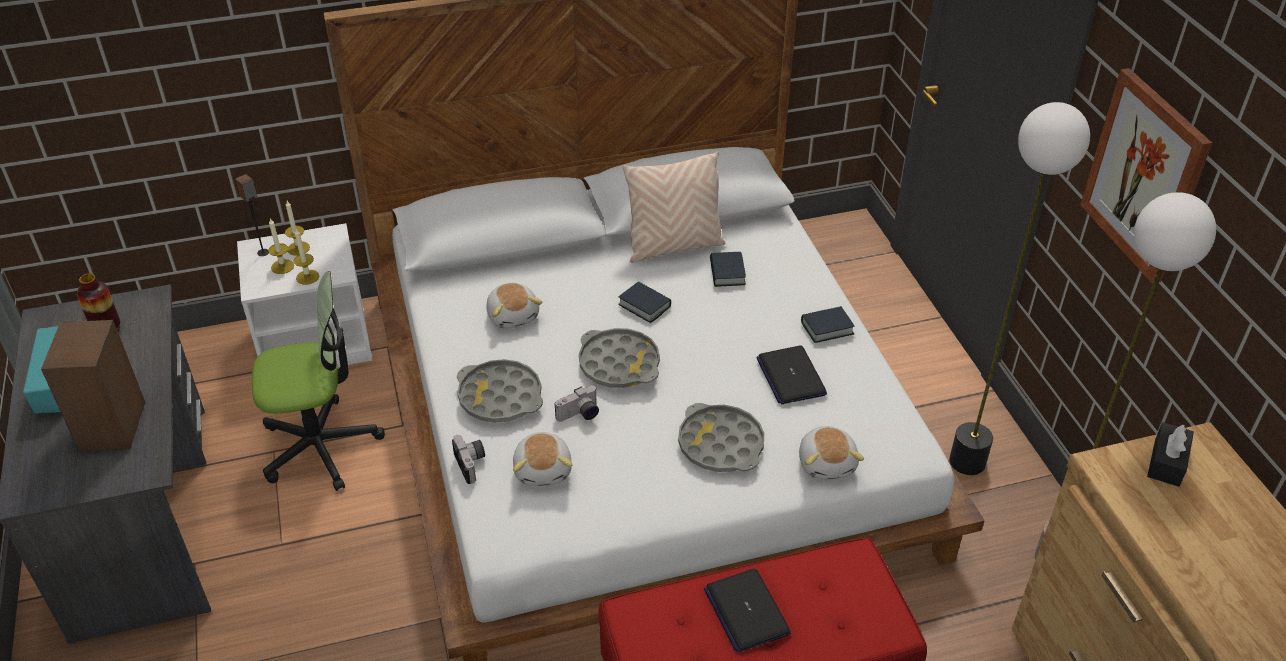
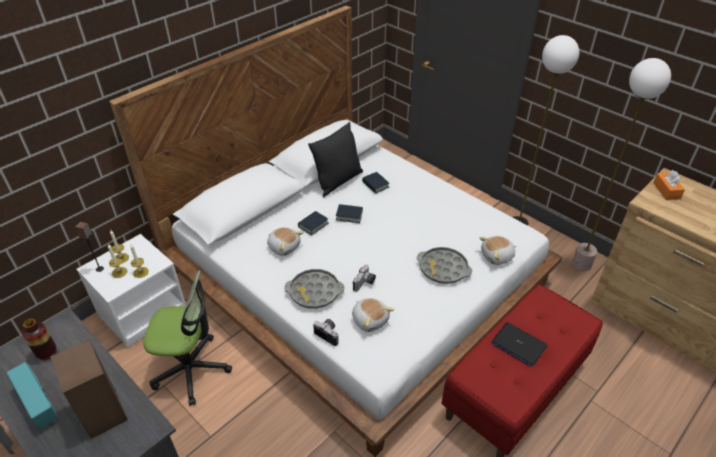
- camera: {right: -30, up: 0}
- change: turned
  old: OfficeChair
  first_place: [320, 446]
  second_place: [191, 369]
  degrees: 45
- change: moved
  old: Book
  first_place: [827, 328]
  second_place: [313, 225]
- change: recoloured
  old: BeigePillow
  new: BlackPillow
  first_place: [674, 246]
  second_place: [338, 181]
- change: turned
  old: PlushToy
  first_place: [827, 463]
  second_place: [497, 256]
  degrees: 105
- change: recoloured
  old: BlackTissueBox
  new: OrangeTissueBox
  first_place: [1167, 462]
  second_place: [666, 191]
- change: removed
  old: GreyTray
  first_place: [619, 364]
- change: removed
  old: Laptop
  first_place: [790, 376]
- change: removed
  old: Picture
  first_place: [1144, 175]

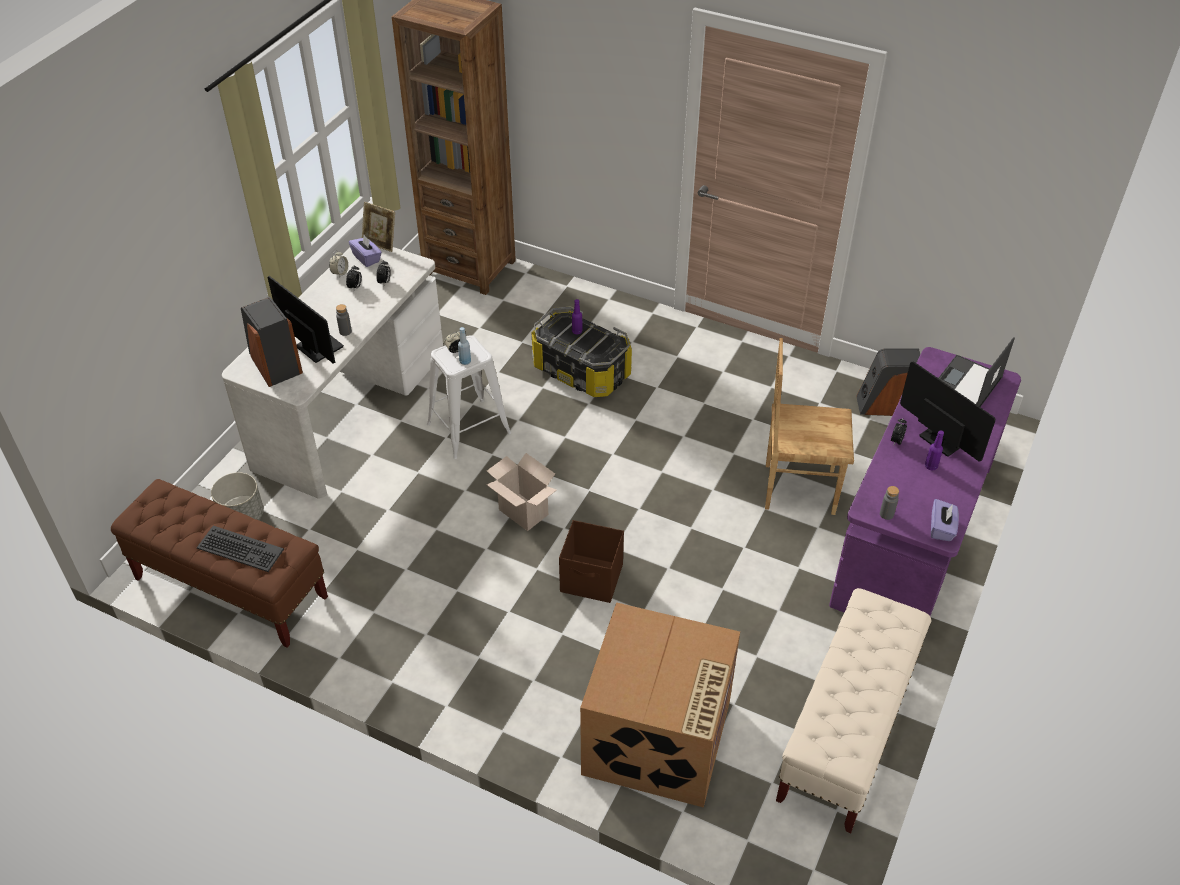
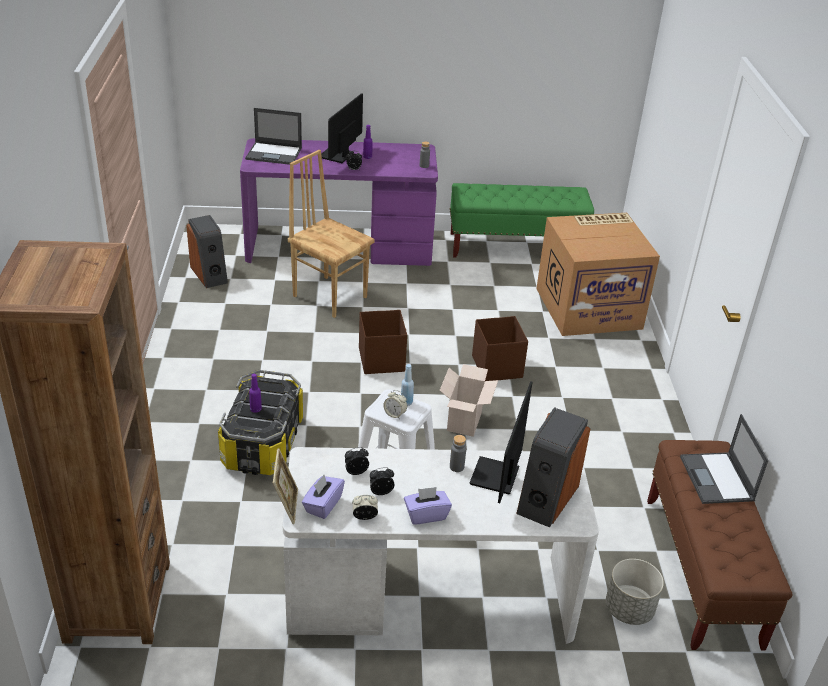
- camera: {right: -120, up: -10}
- change: turned
  old: BrownChair
  first_place: [798, 488]
  second_place: [330, 296]
  degrees: 150
- change: added
  new: BrownStorageBox
  second_place: [381, 359]
- change: moved
  old: PurpleTissueBox
  first_place: [941, 528]
  second_place: [426, 515]
- change: recoloured
  old: BeigeBench
  new: GreenBench
  first_place: [846, 732]
  second_place: [516, 247]
- change: replaced
  old: Keyboard
  new: Laptop
  first_place: [240, 550]
  second_place: [717, 479]

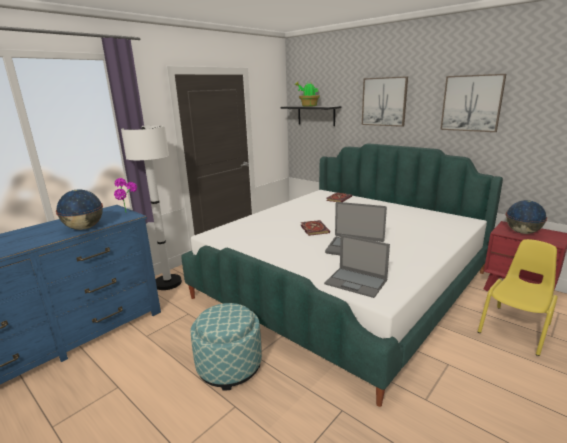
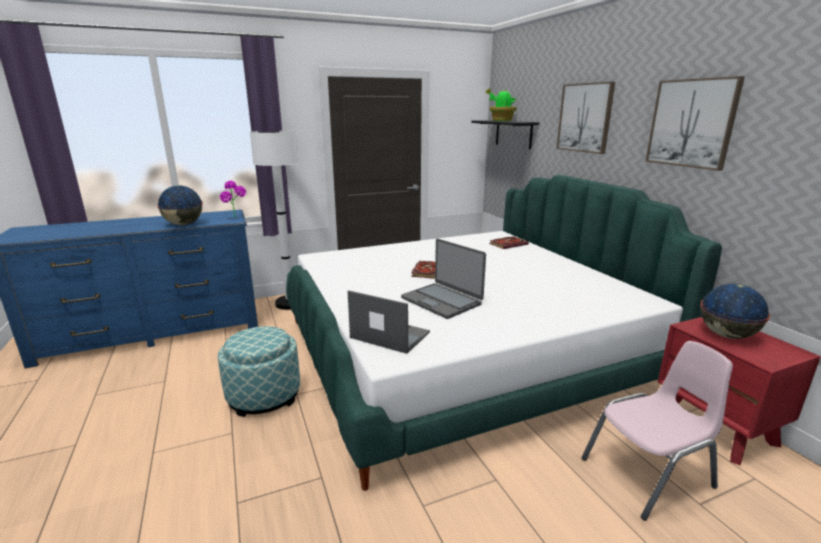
- camera: {right: 25, up: 0}
- change: turned
  old: Laptop
  first_place: [356, 282]
  second_place: [389, 335]
  degrees: 150
- change: recoloured
  old: YellowChair
  new: PinkChair
  first_place: [515, 329]
  second_place: [648, 474]

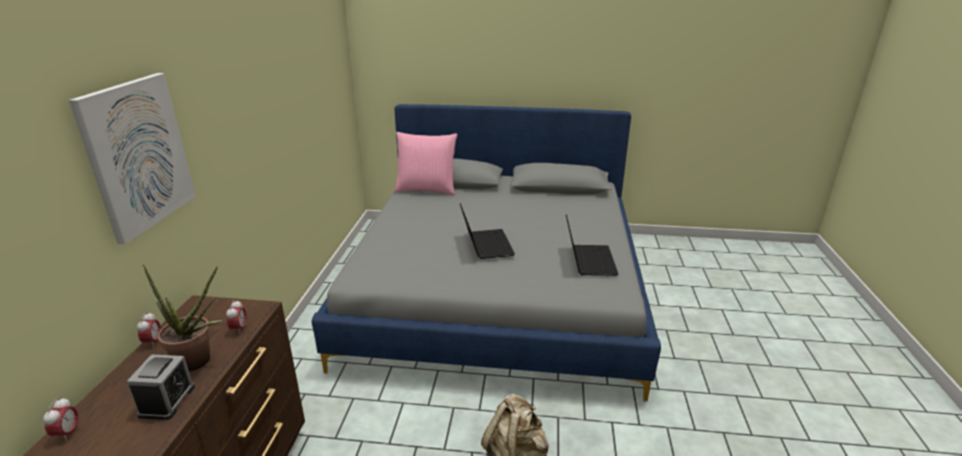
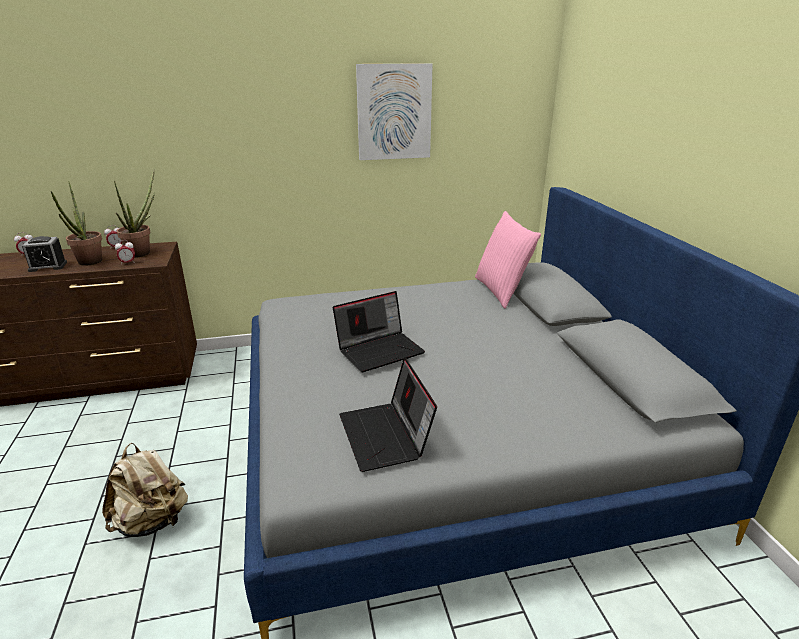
- camera: {right: 70, up: 0}
- change: added
  new: PottedPlant
  second_place: [143, 252]
- change: turned
  old: Laptop
  first_place: [588, 260]
  second_place: [386, 436]
  degrees: 90
- change: moved
  old: Picture
  first_place: [137, 155]
  second_place: [394, 112]

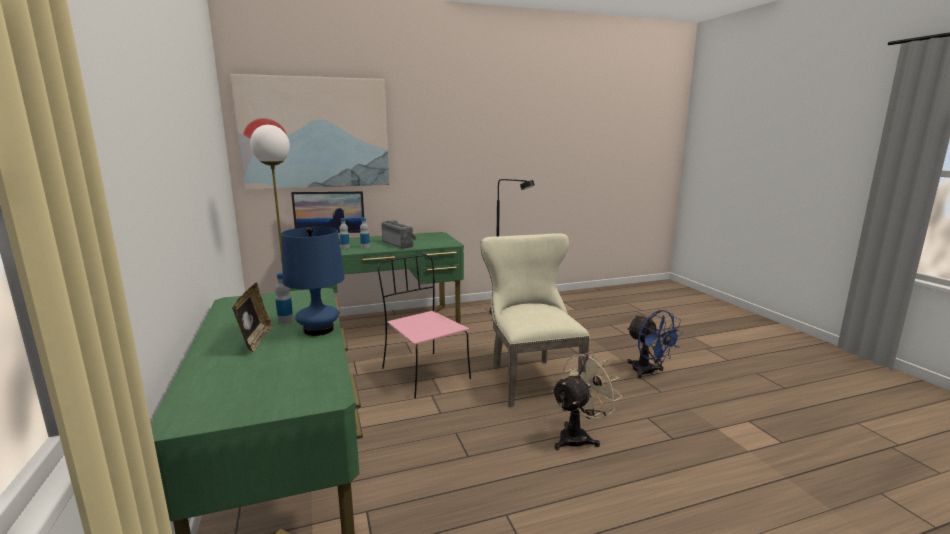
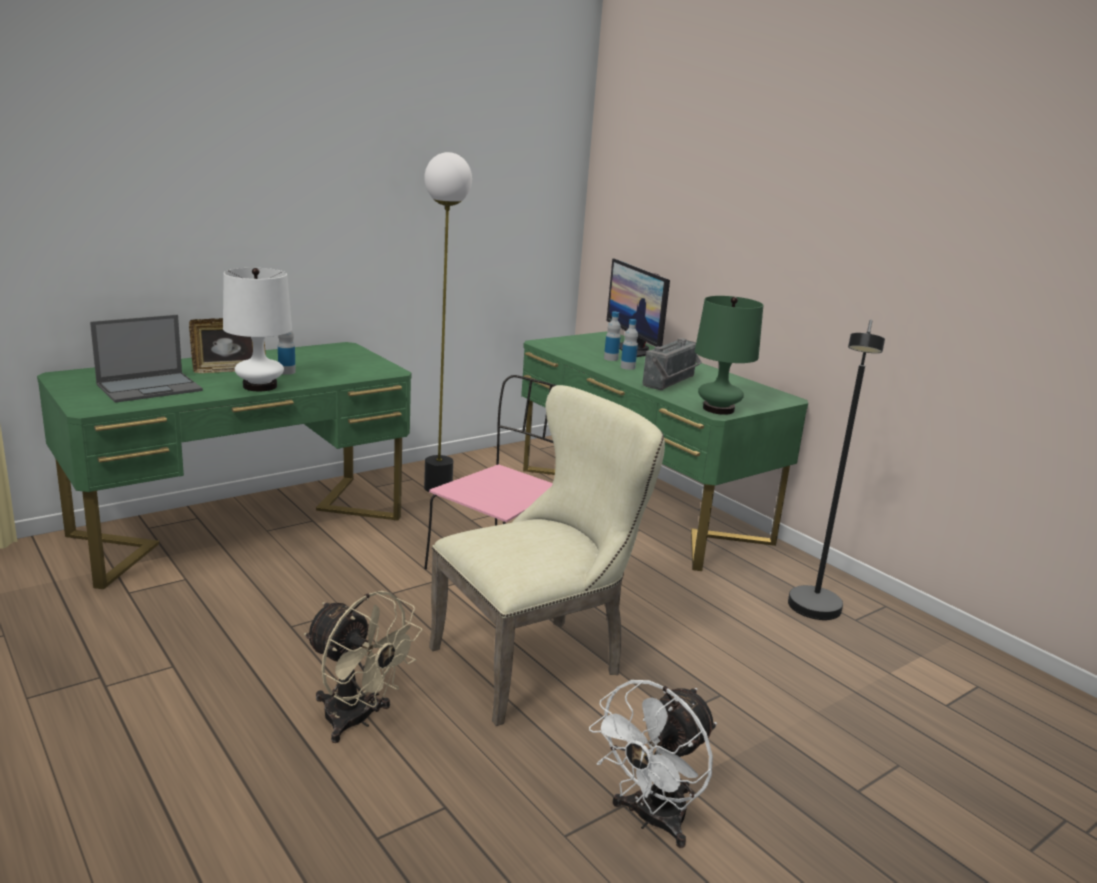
- camera: {right: 70, up: 5}
- change: added
  new: Laptop
  second_place: [151, 387]
- change: recoloured
  old: BlueTableLamp
  new: WhiteTableLamp
  first_place: [318, 330]
  second_place: [260, 386]
- change: recoloured
  old: BlueFan
  new: WhiteFan
  first_place: [648, 372]
  second_place: [651, 820]
- change: added
  new: GreenTableLamp
  second_place: [718, 409]
- change: removed
  old: Picture
  first_place: [315, 133]

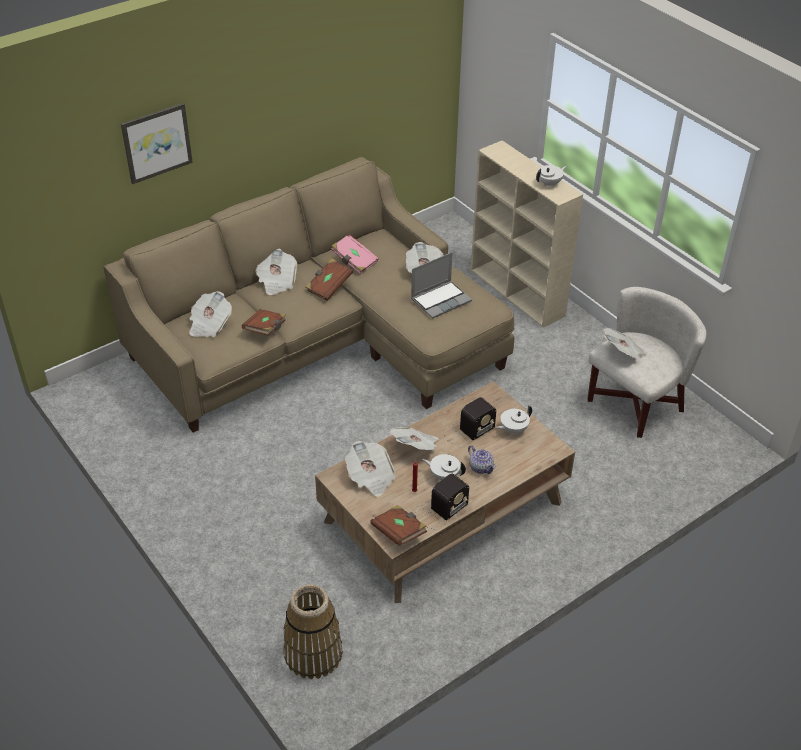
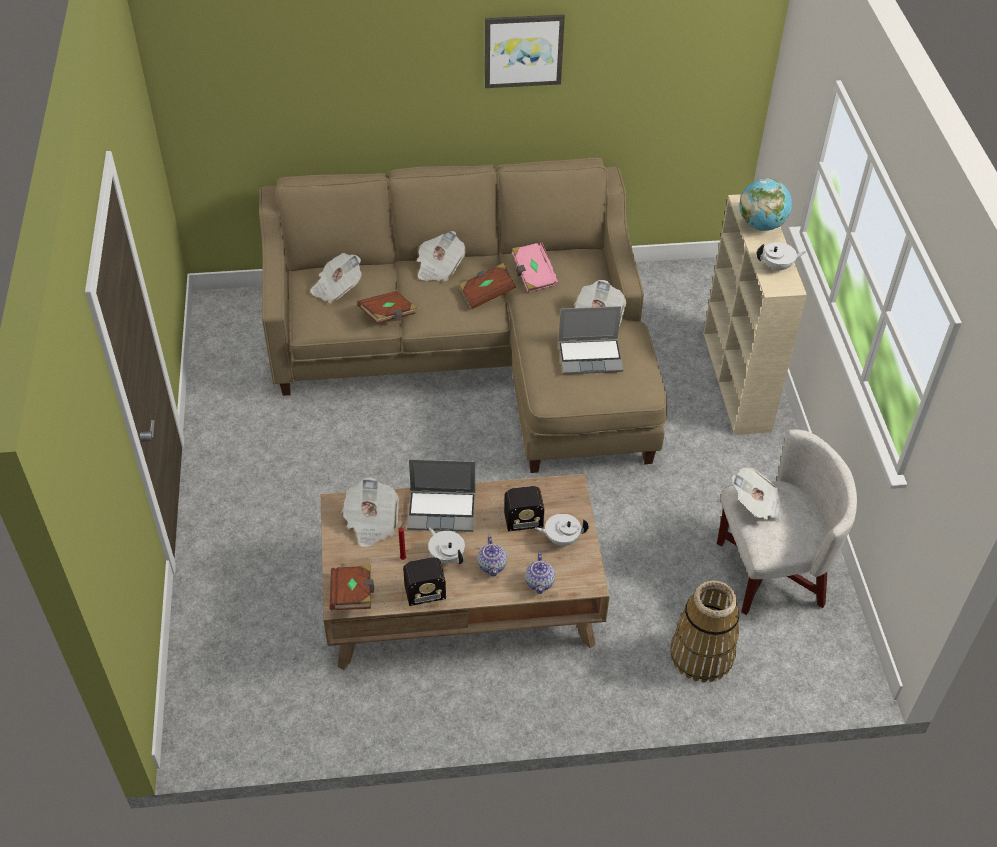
- camera: {right: 30, up: 5}
- change: replaced
  old: Newspaper
  new: Laptop
  first_place: [415, 447]
  second_place: [442, 511]
- change: moved
  old: Picture
  first_place: [156, 142]
  second_place: [523, 50]
- change: added
  new: Teapot
  second_place: [539, 582]
- change: moved
  old: Basket
  first_place: [313, 654]
  second_place: [701, 654]
- change: added
  new: Globe
  second_place: [761, 225]

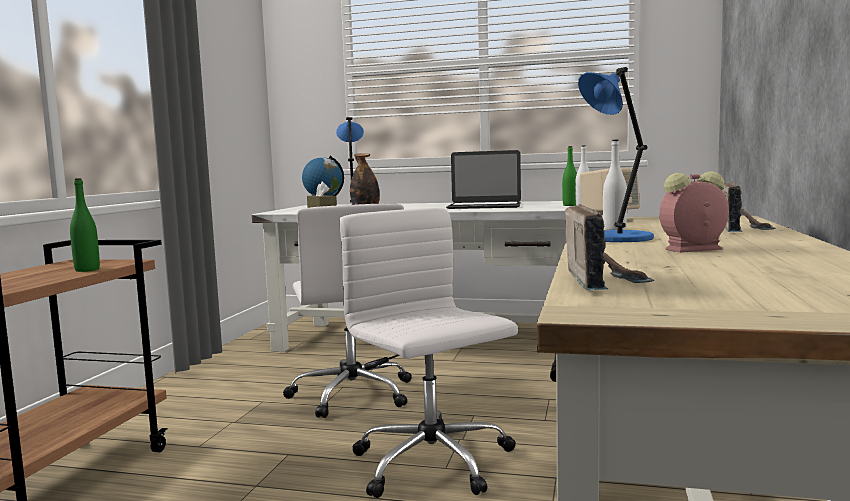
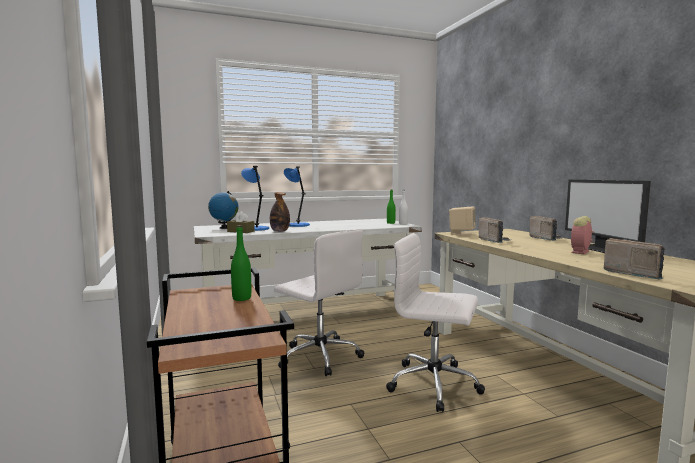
- camera: {right: -35, up: 0}
- change: moved
  old: BlueTableLamp
  first_place: [617, 238]
  second_place: [297, 225]
- change: replaced
  old: WhiteBottle
  new: Radio
  first_place: [614, 229]
  second_place: [494, 240]
- change: added
  new: Monitor
  second_place: [600, 249]
- change: removed
  old: Laptop
  first_place: [484, 206]

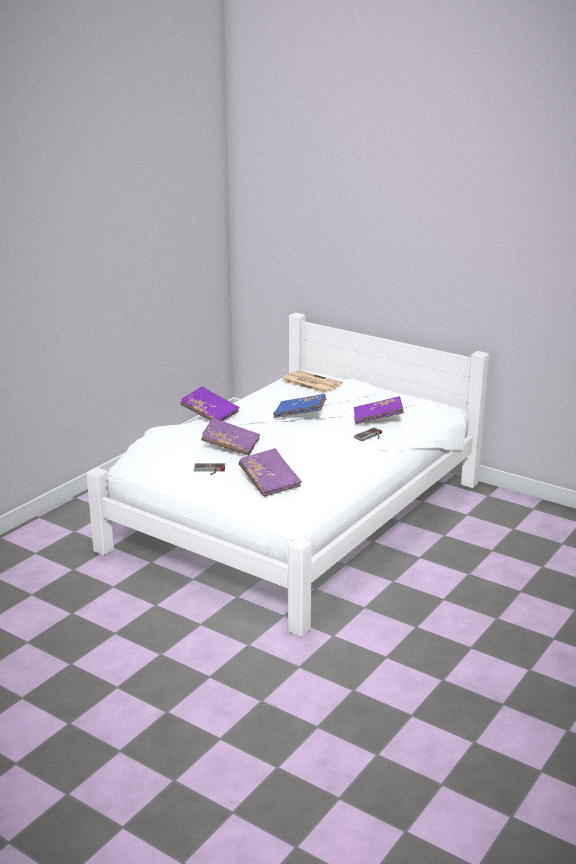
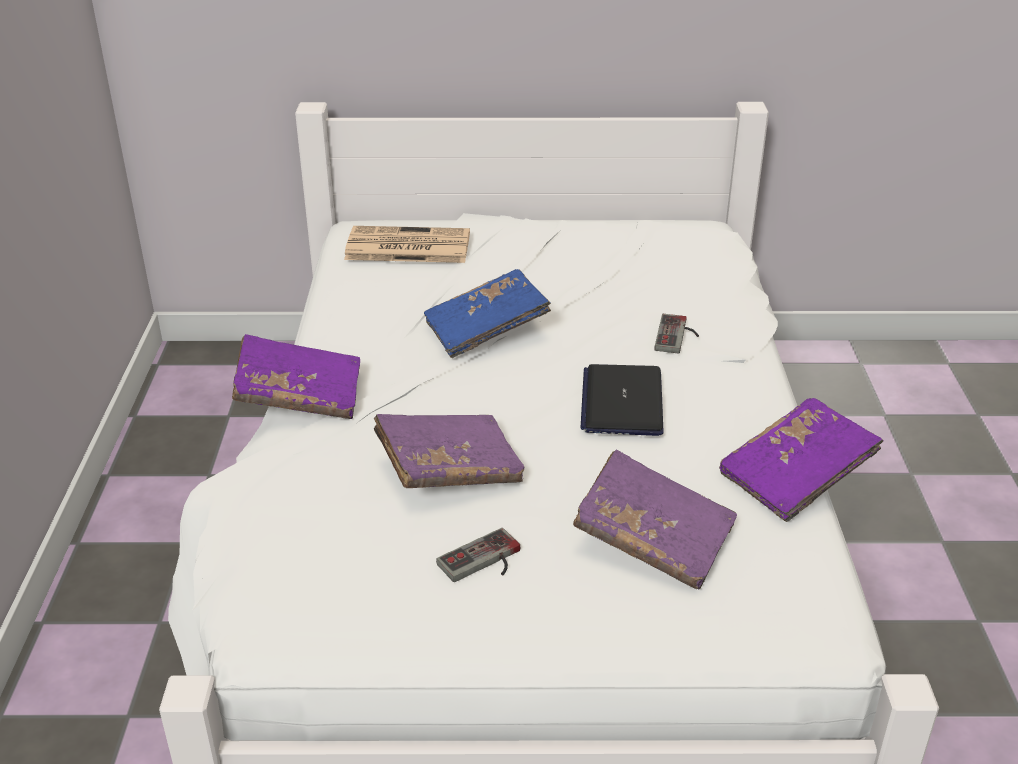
- camera: {right: -35, up: 10}
- change: added
  new: Laptop
  second_place: [622, 402]
- change: moved
  old: PurpleBook
  first_place: [378, 419]
  second_place: [796, 476]

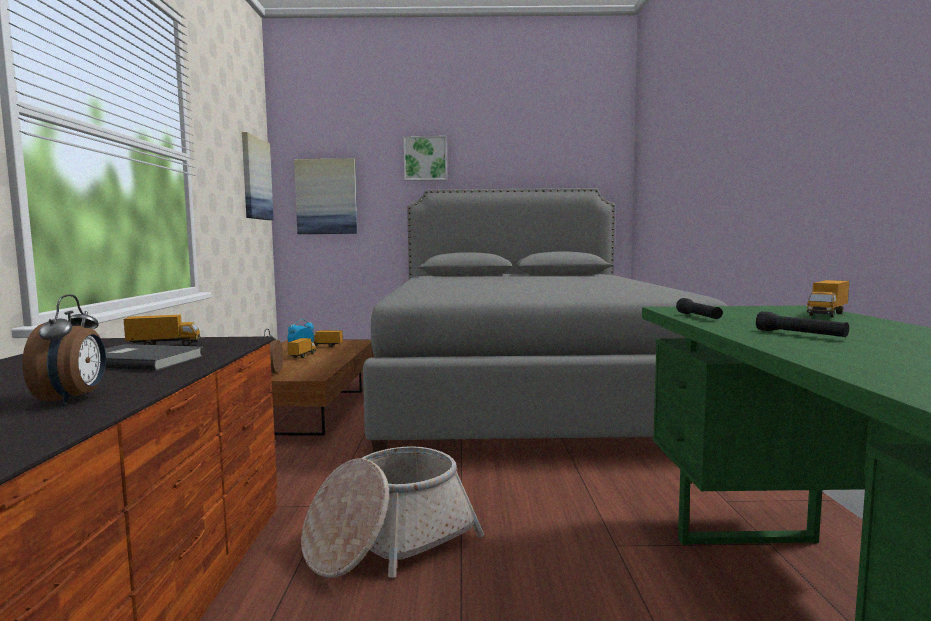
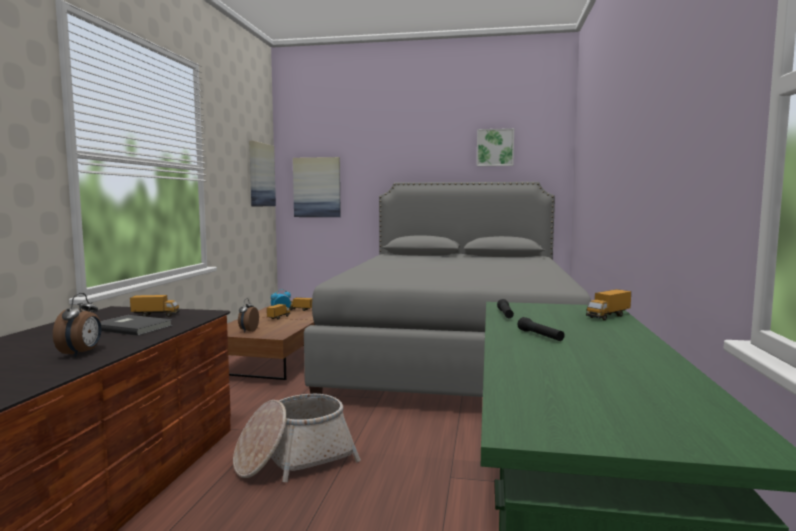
- camera: {right: 10, up: 0}
- change: moved
  old: Picture
  first_place: [425, 158]
  second_place: [495, 147]

